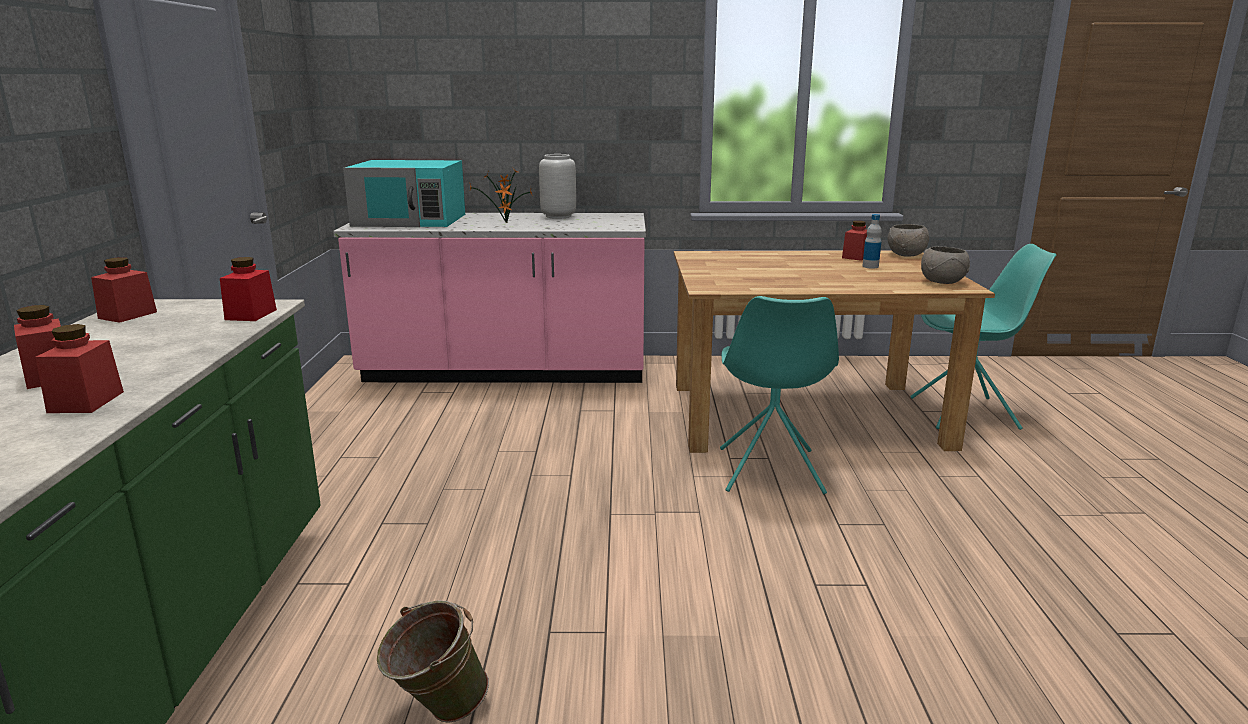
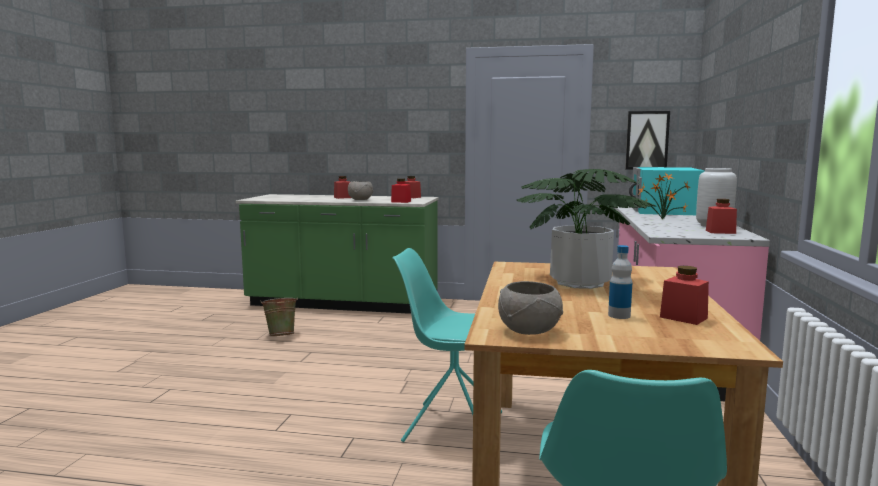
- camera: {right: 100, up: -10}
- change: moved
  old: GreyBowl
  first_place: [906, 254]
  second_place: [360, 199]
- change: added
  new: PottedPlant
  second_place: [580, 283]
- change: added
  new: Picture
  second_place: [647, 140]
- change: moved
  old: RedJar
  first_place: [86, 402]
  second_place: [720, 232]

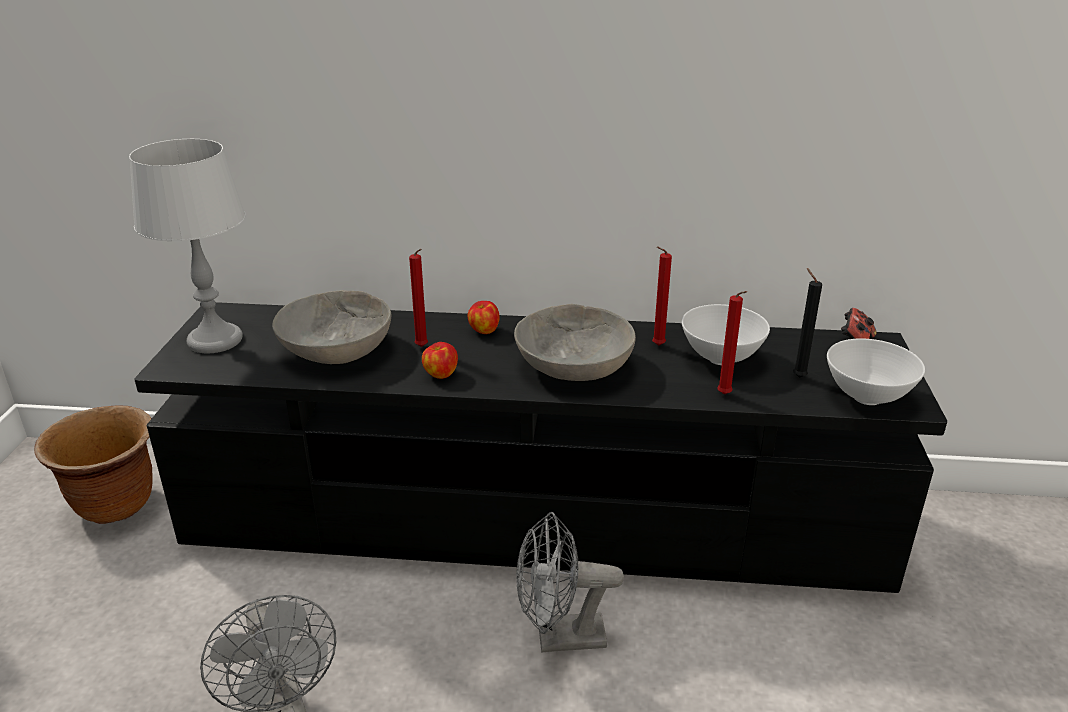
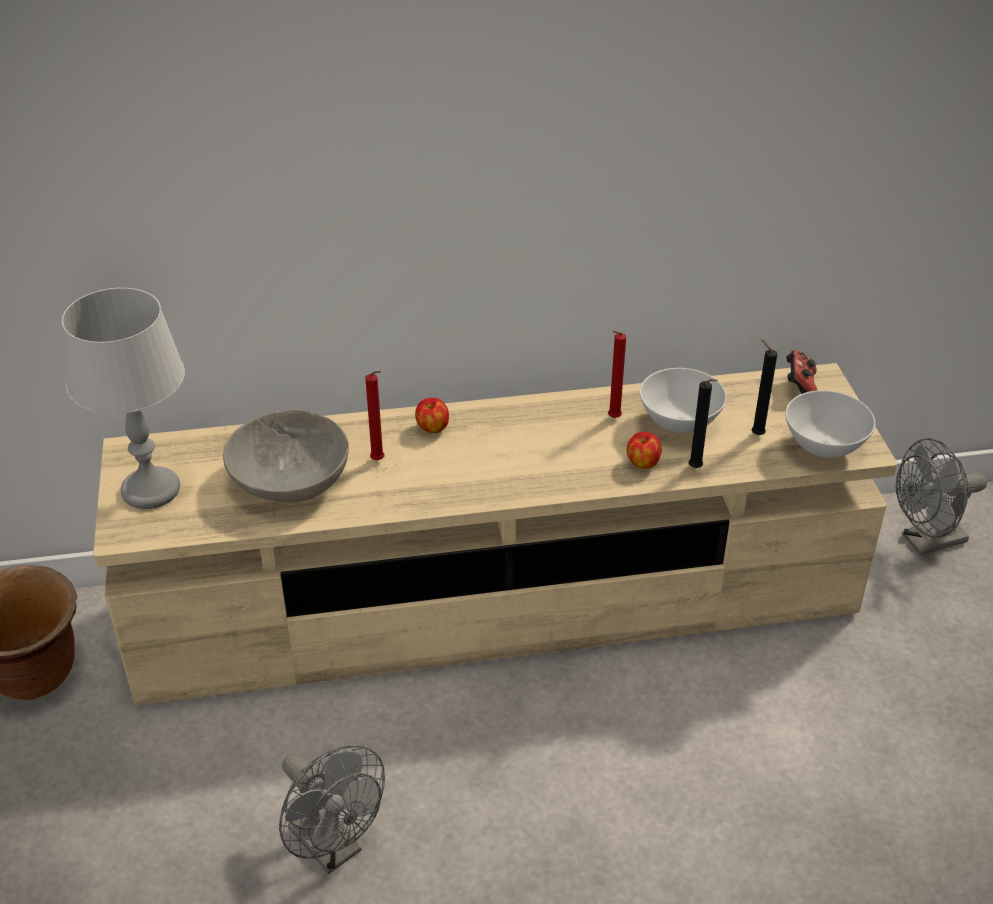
- camera: {right: -15, up: 10}
- change: recoloured
  old: BlackTvStand
  new: BeigeTvStand
  first_place: [534, 519]
  second_place: [496, 603]
- change: moved
  old: Apple
  first_place: [440, 374]
  second_place: [642, 463]
- change: recoloured
  old: RedCandle
  new: BlackCandle
  first_place: [725, 395]
  second_place: [697, 469]
- change: moved
  old: GreyFan
  first_place: [560, 638]
  second_place: [926, 542]
- change: removed
  old: GreyBowl
  first_place: [573, 366]

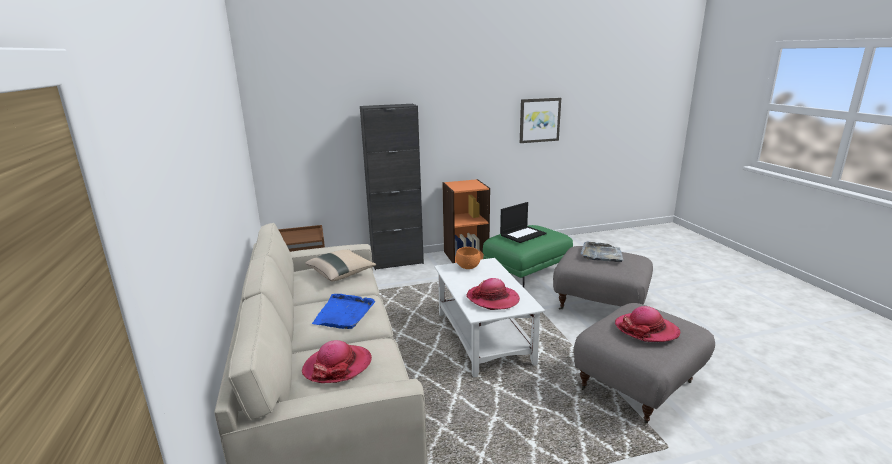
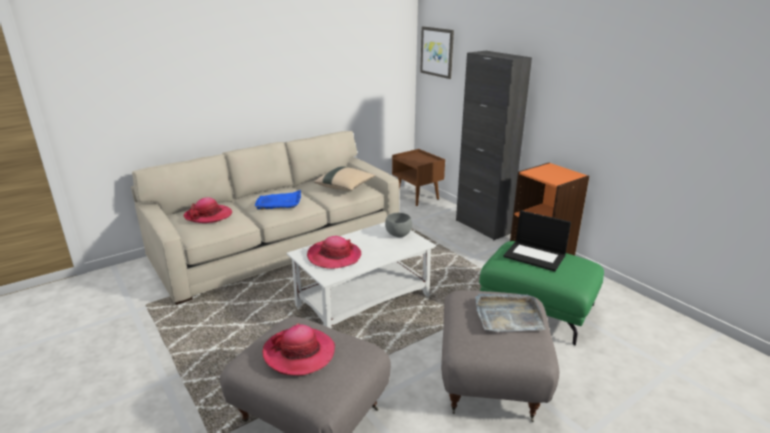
- camera: {right: 70, up: 5}
- change: recoloured
  old: OrangeBowl
  new: GreyBowl
  first_place: [468, 267]
  second_place: [399, 235]
- change: moved
  old: Picture
  first_place: [539, 120]
  second_place: [437, 52]

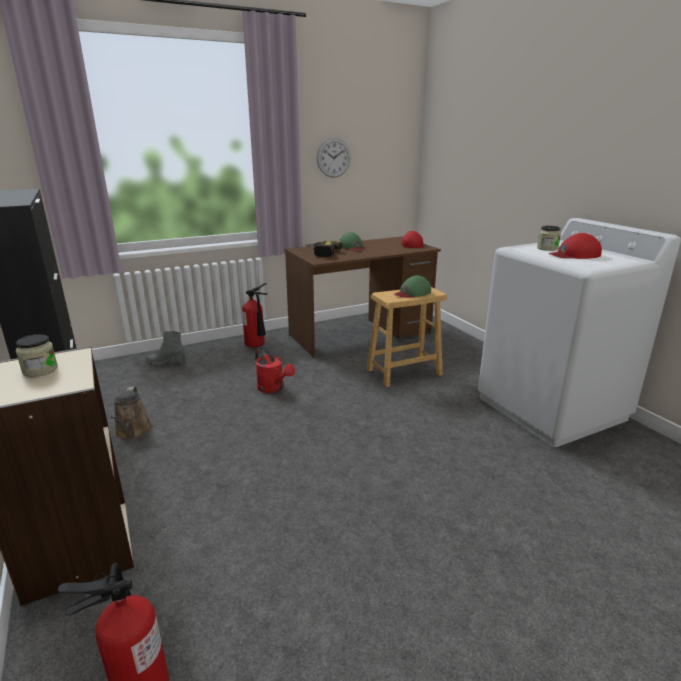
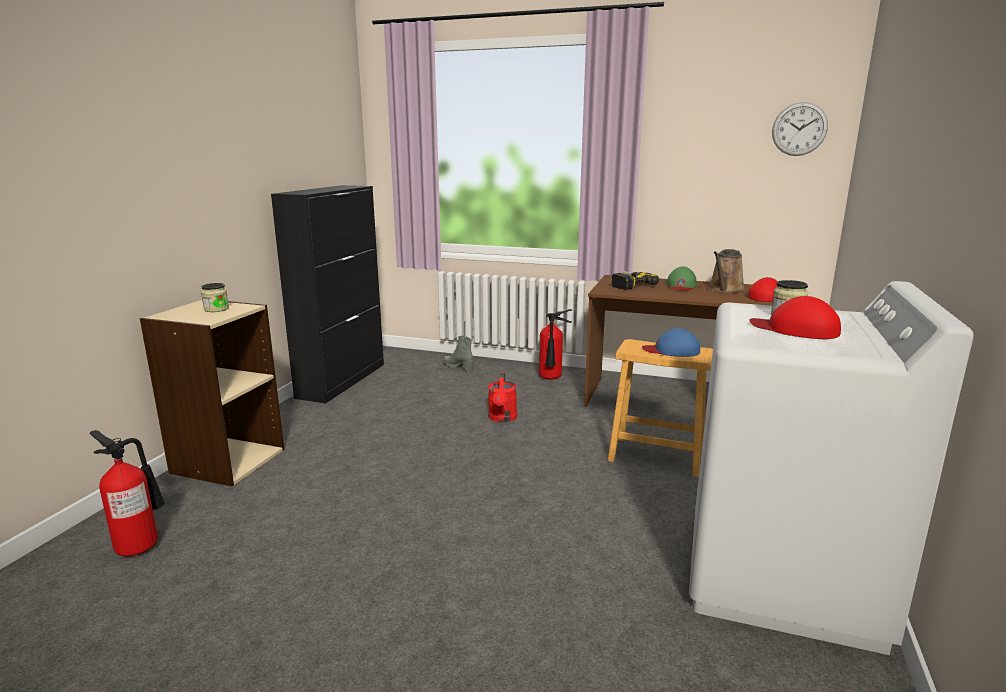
- camera: {right: 45, up: -5}
- change: recoloured
  old: GreenCap
  new: BlueCap
  first_place: [412, 293]
  second_place: [672, 350]
- change: moved
  old: BrownWateringCan
  first_place: [132, 431]
  second_place: [725, 290]
- change: moved
  old: WallClock
  first_place: [333, 158]
  second_place: [799, 129]

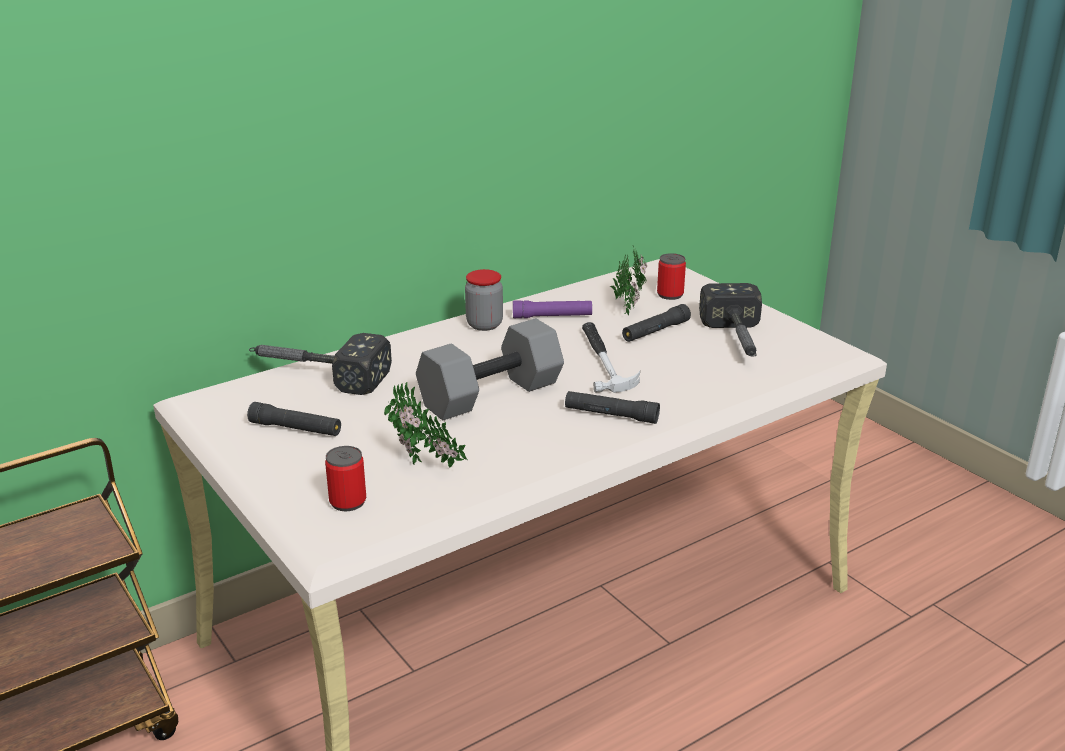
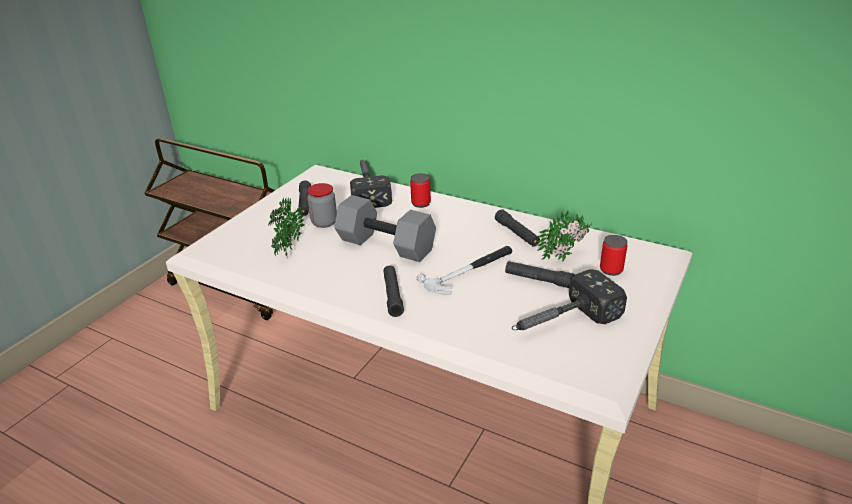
- camera: {right: 65, up: 5}
- change: moved
  old: Jar
  first_place: [484, 324]
  second_place: [324, 222]
- change: moved
  old: Can
  first_place: [348, 502]
  second_place: [421, 203]
- change: recoloured
  old: PurpleFlashlight
  new: BlackFlashlight
  first_place: [552, 316]
  second_place: [517, 233]

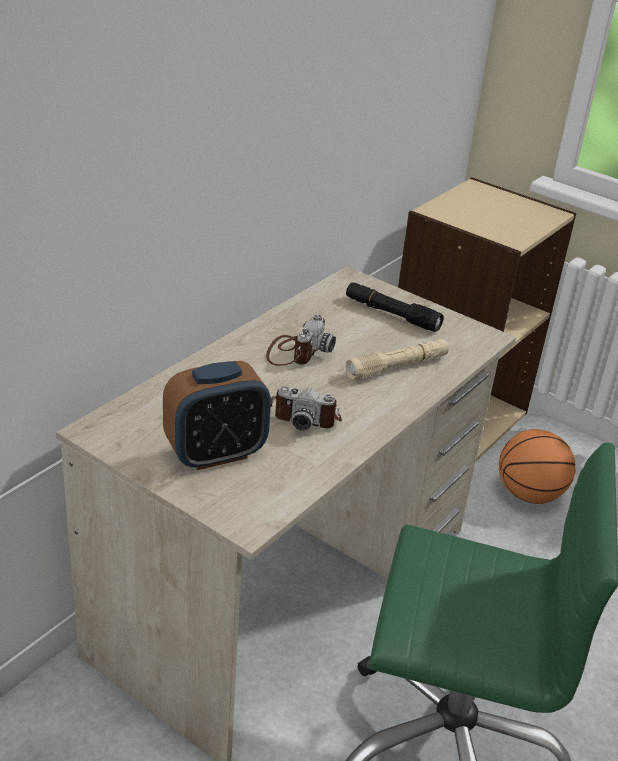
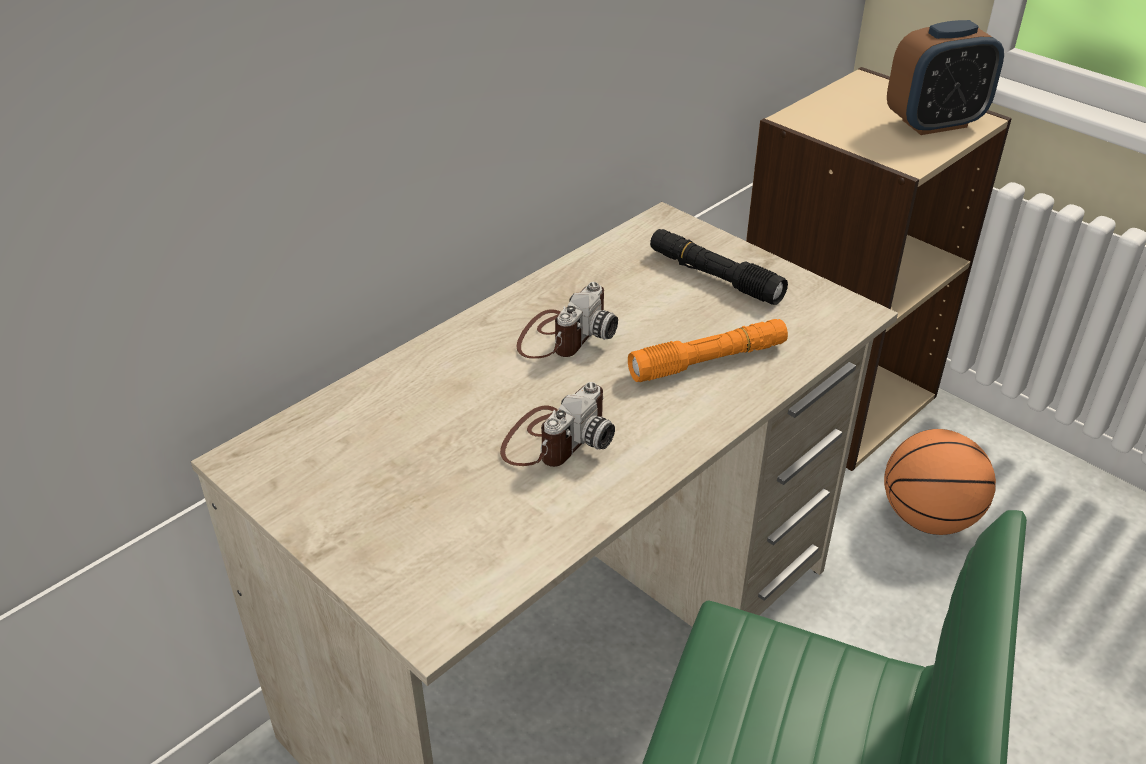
- camera: {right: 10, up: 5}
- change: turned
  old: PhotoCamera
  first_place: [304, 414]
  second_place: [555, 438]
  degrees: -75
- change: recoloured
  old: BeigeFlashlight
  new: OrangeFlashlight
  first_place: [397, 367]
  second_place: [708, 361]
- change: moved
  old: AlarmClock
  first_place: [216, 454]
  second_place: [934, 123]

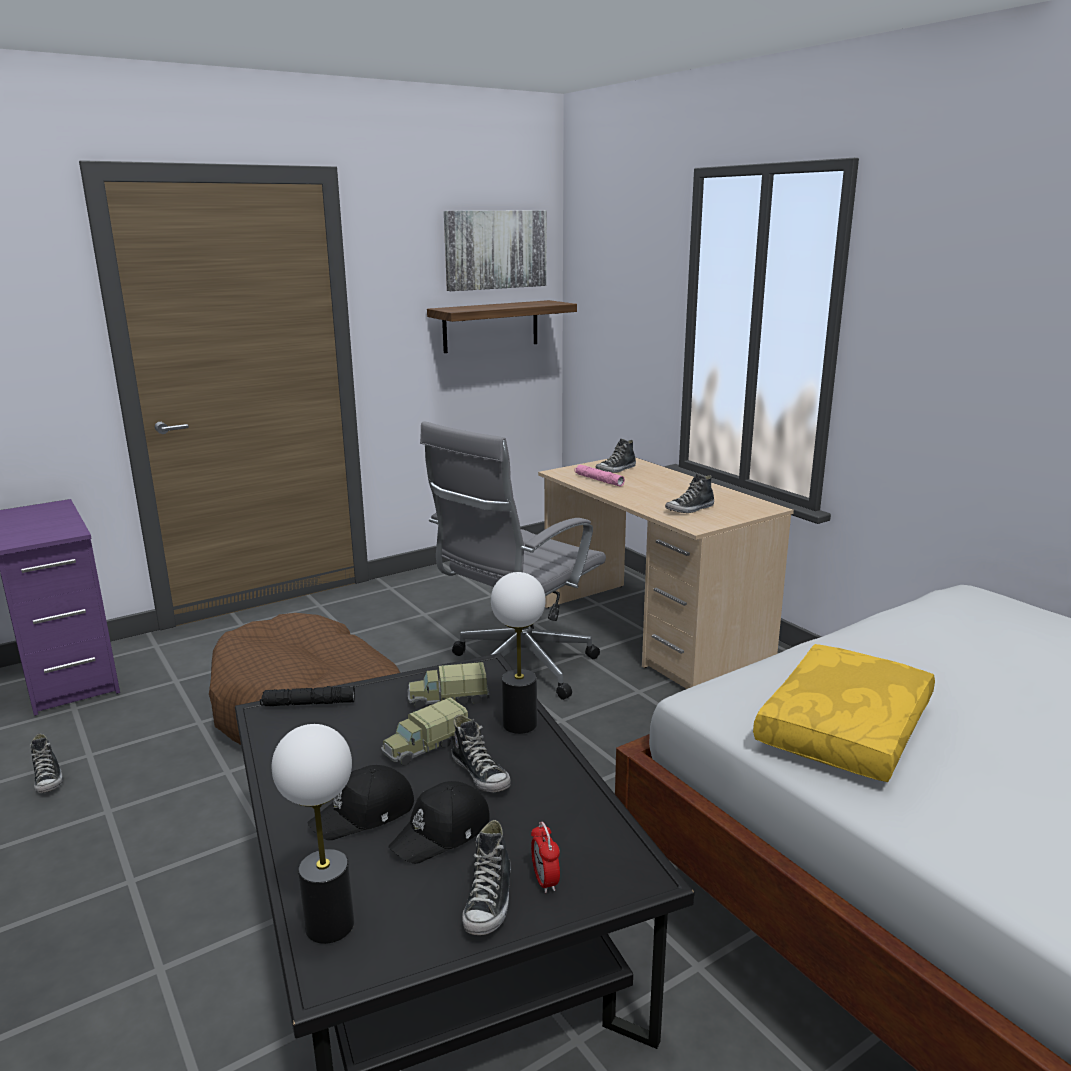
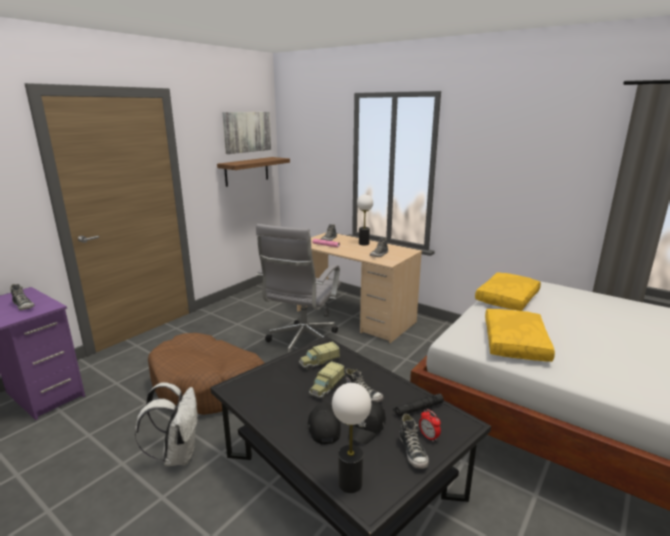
- camera: {right: -20, up: 0}
- change: moved
  old: Shoe
  first_place: [48, 779]
  second_place: [24, 306]
- change: added
  new: WhiteBackpack
  second_place: [178, 454]
- change: turned
  old: BlackCap
  first_place: [365, 814]
  second_place: [323, 426]
  degrees: 135
- change: moved
  old: TableLamp
  first_place: [519, 724]
  second_place: [364, 244]
- change: moved
  old: BlackFlashlight
  first_place: [308, 703]
  second_place: [418, 409]
- change: added
  new: YellowPillow
  second_place: [508, 299]

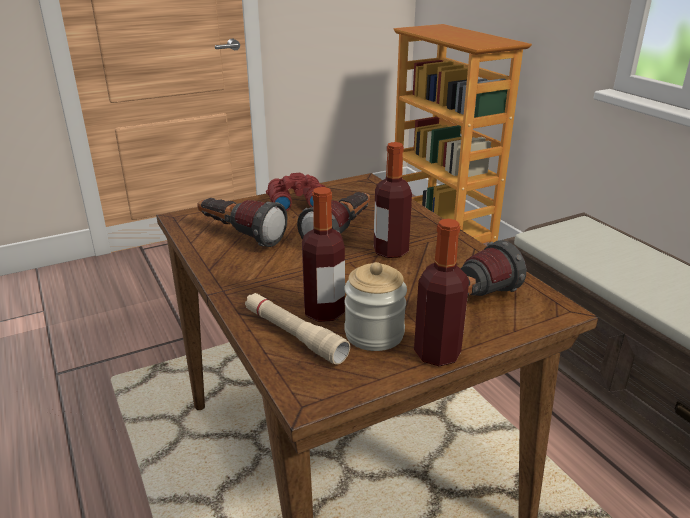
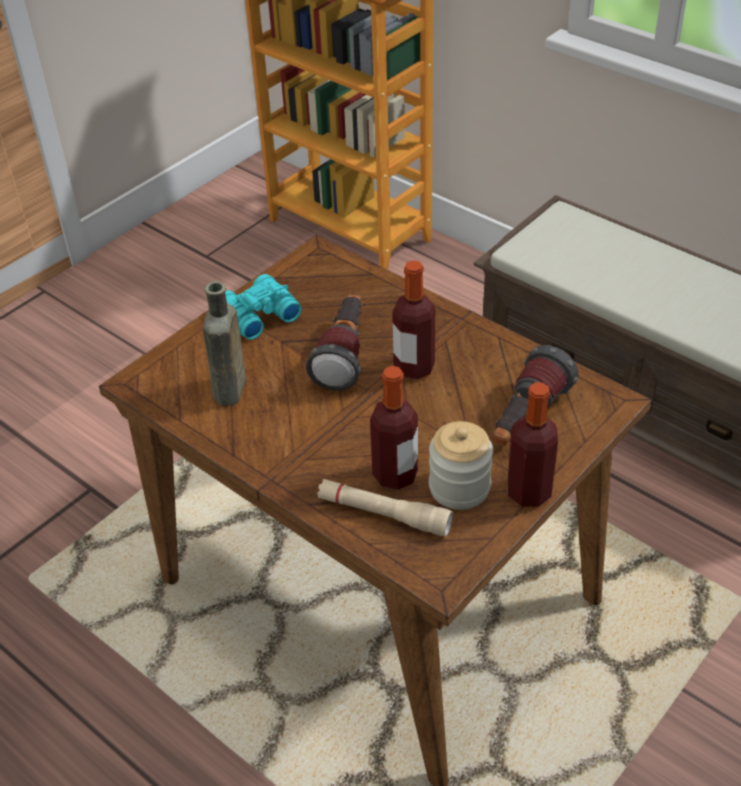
- camera: {right: -20, up: 15}
- change: replaced
  old: Flashlight
  new: BrownBottle
  first_place: [239, 235]
  second_place: [230, 392]
- change: recoloured
  old: RedBinoculars
  new: TurquoiseBinoculars
  first_place: [295, 202]
  second_place: [257, 315]

